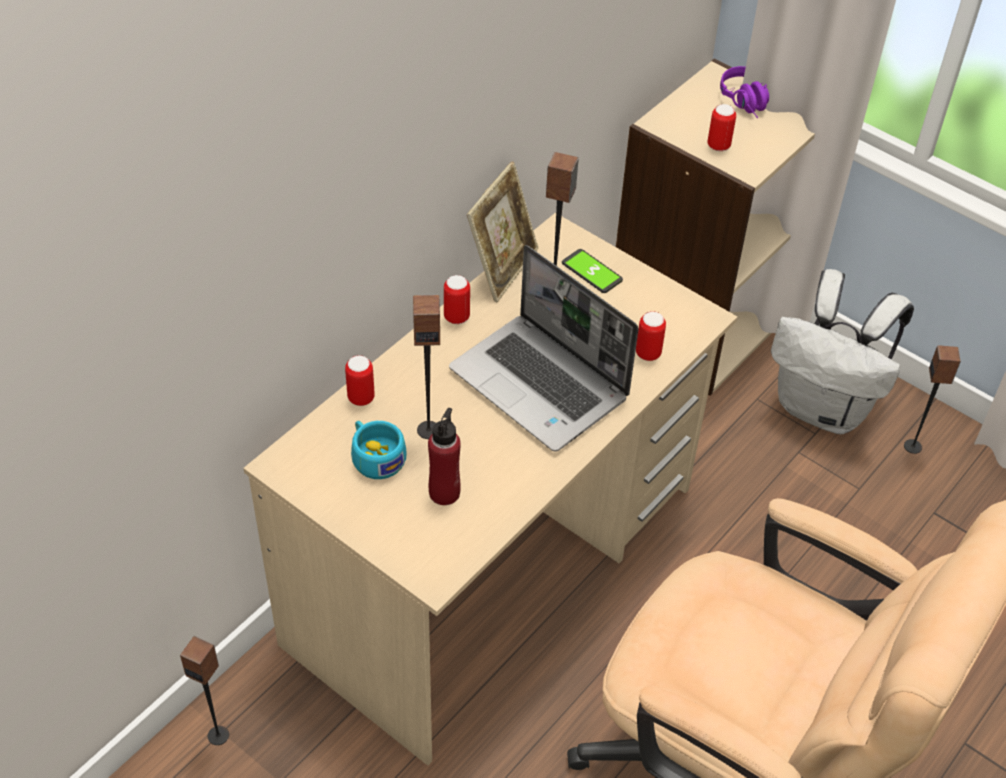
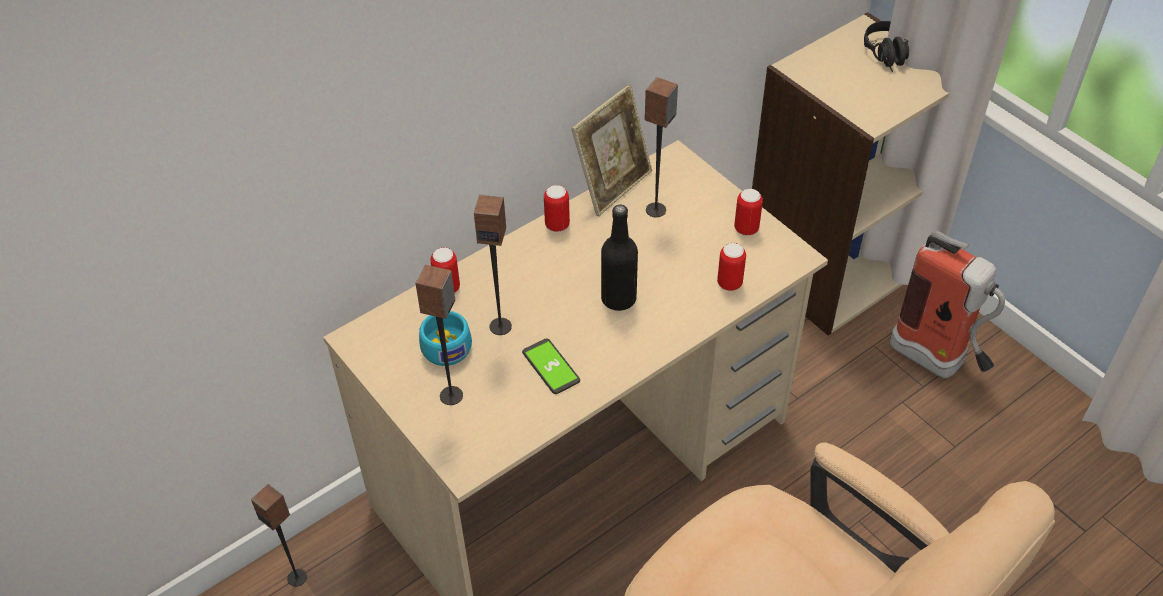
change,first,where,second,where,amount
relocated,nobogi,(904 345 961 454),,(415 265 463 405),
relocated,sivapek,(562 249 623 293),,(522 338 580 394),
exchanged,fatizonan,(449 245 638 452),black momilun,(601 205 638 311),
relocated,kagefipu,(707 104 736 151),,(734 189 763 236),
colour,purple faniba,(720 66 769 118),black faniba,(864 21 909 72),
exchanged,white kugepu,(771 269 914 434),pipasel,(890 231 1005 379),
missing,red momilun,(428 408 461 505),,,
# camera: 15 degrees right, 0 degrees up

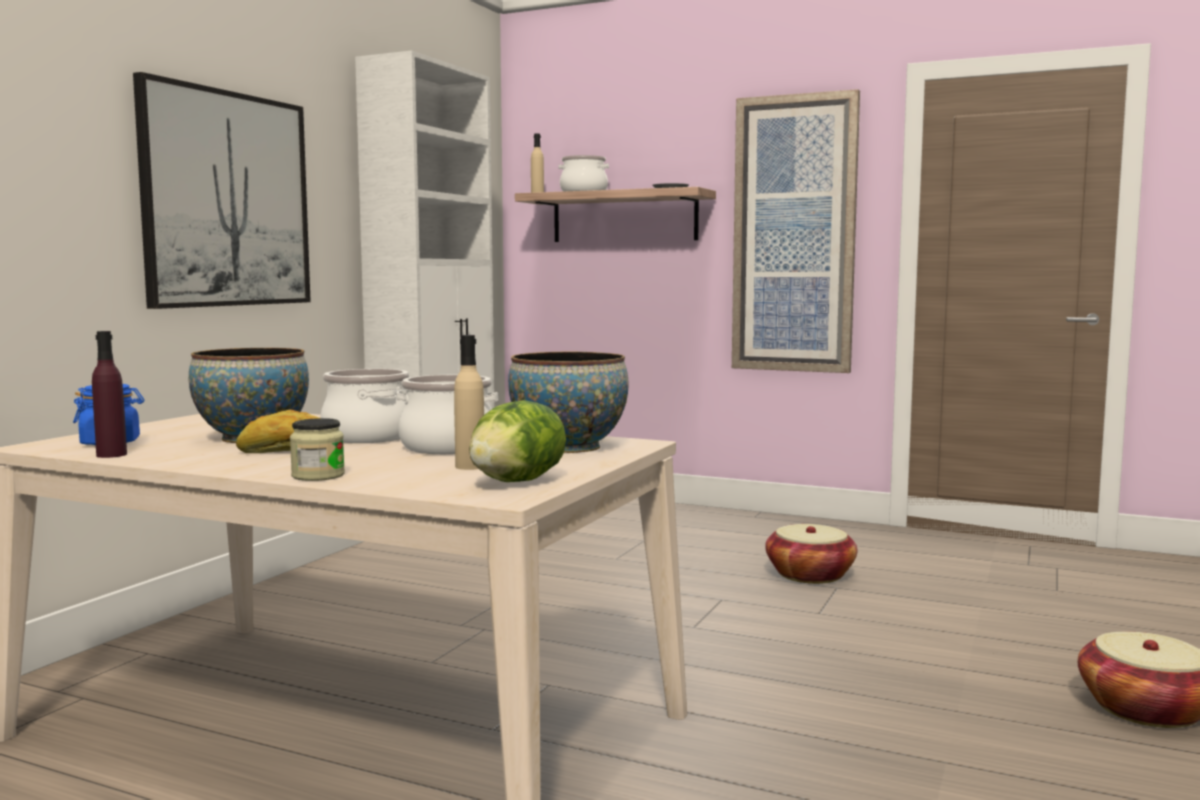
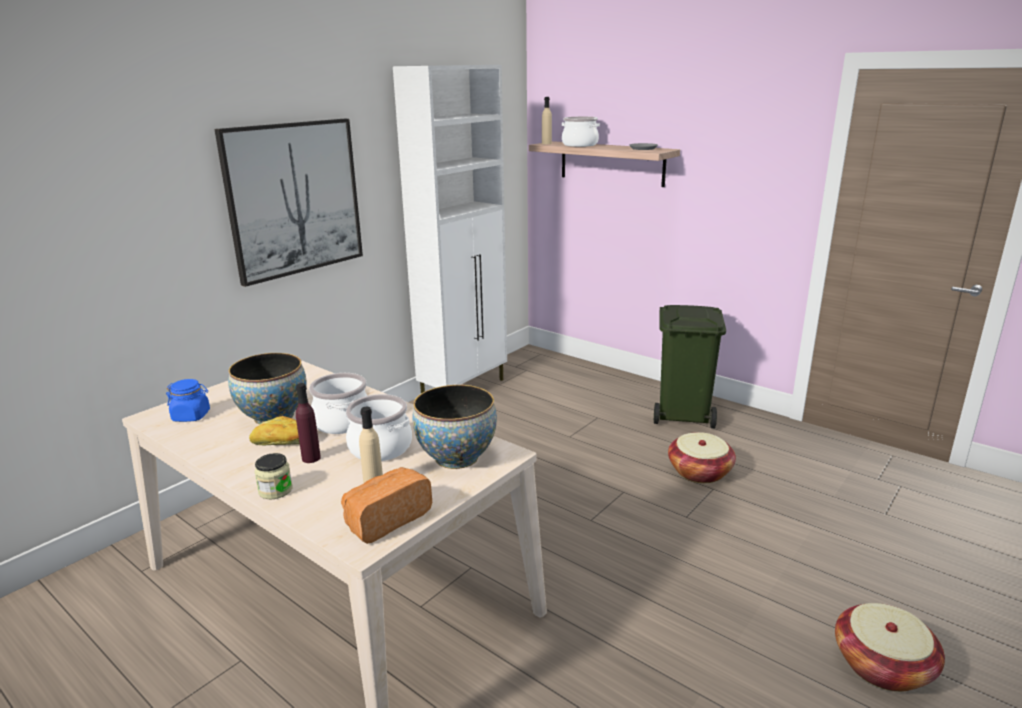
change,first,where,second,where,amount
relocated,purple momilun,(92 331 127 458),,(296 383 321 463),
exchanged,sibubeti,(469 400 566 482),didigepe,(341 467 432 544),
appeared,,,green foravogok,(654 305 726 428),
missing,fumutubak,(732 89 860 373),,,
# camera: 15 degrees right, 15 degrees up

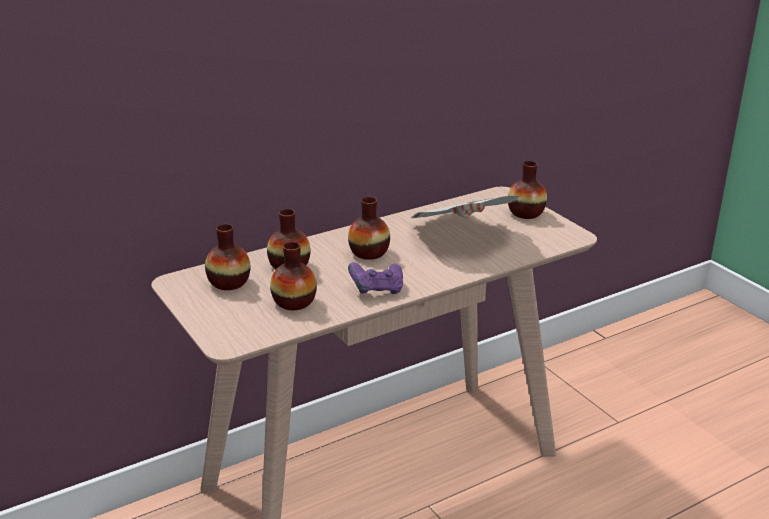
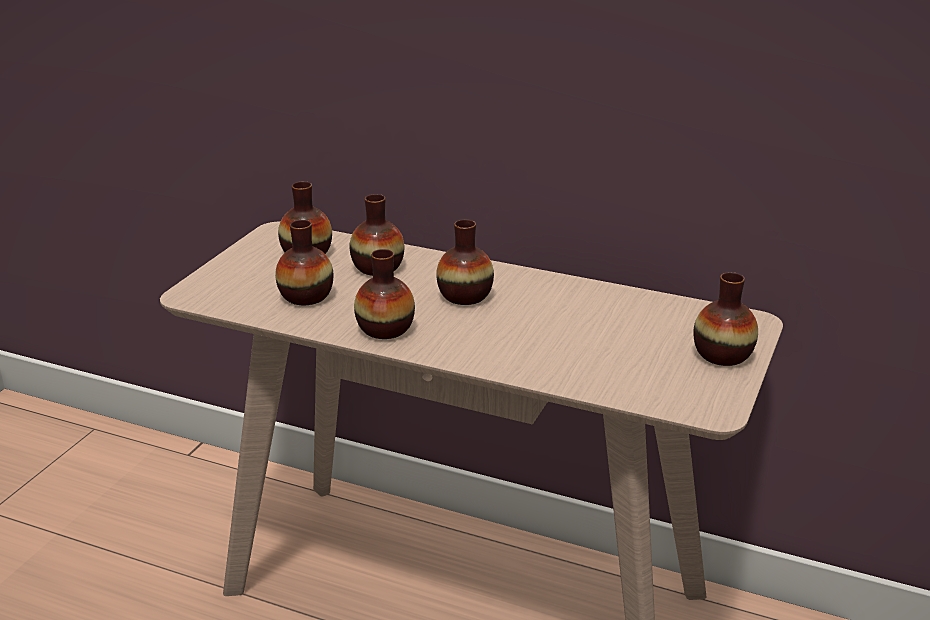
change,first,where,second,where,amount
exchanged,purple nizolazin,(348 262 403 294),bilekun,(354 249 415 339),
missing,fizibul,(411 196 520 218),,,
# camera: 55 degrees right, 0 degrees up

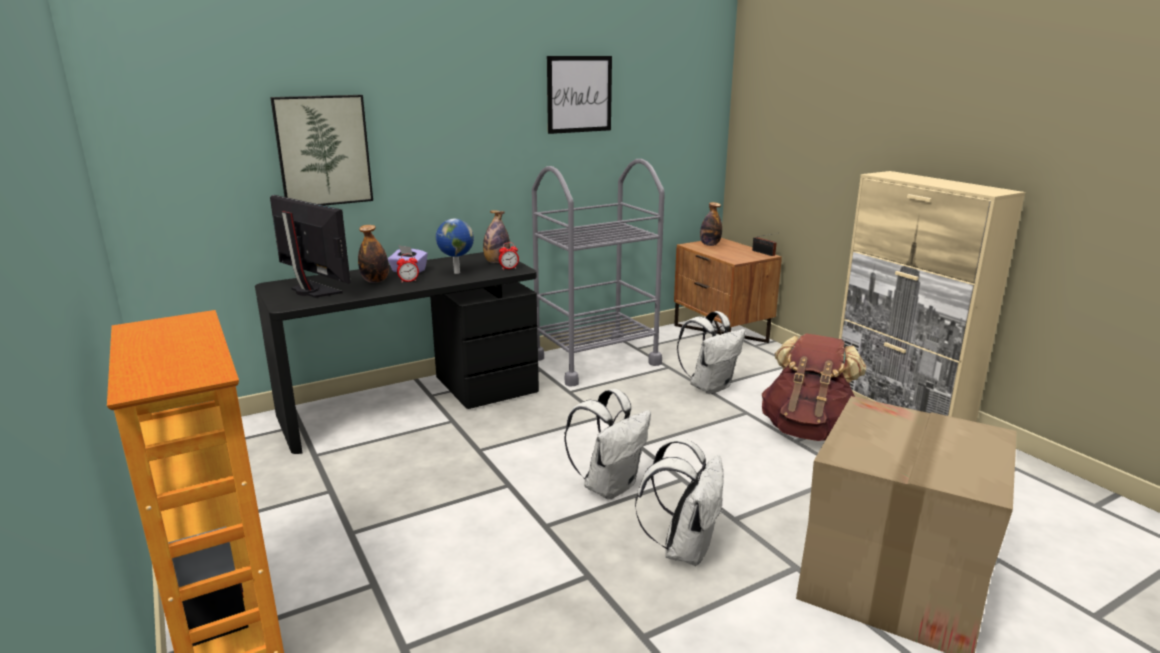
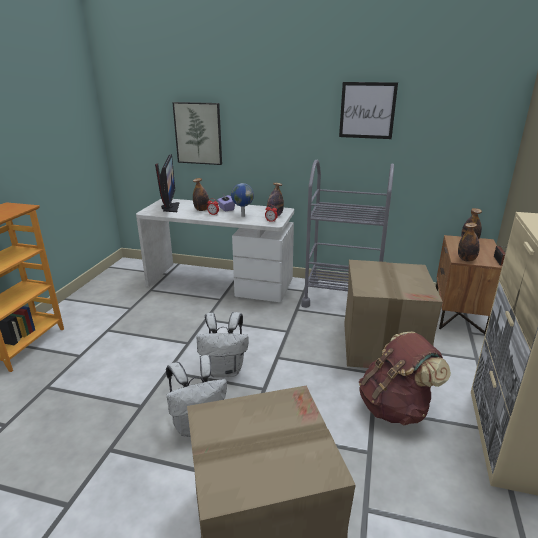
change,first,where,second,where,amount
colour,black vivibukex,(255 252 539 454),white vivibukex,(136 199 294 302),
exchanged,white kugepu,(677 311 746 394),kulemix,(344 260 443 368),
appeared,,,momilun,(458 222 480 262),
# camera: 45 degrees right, 5 degrees up

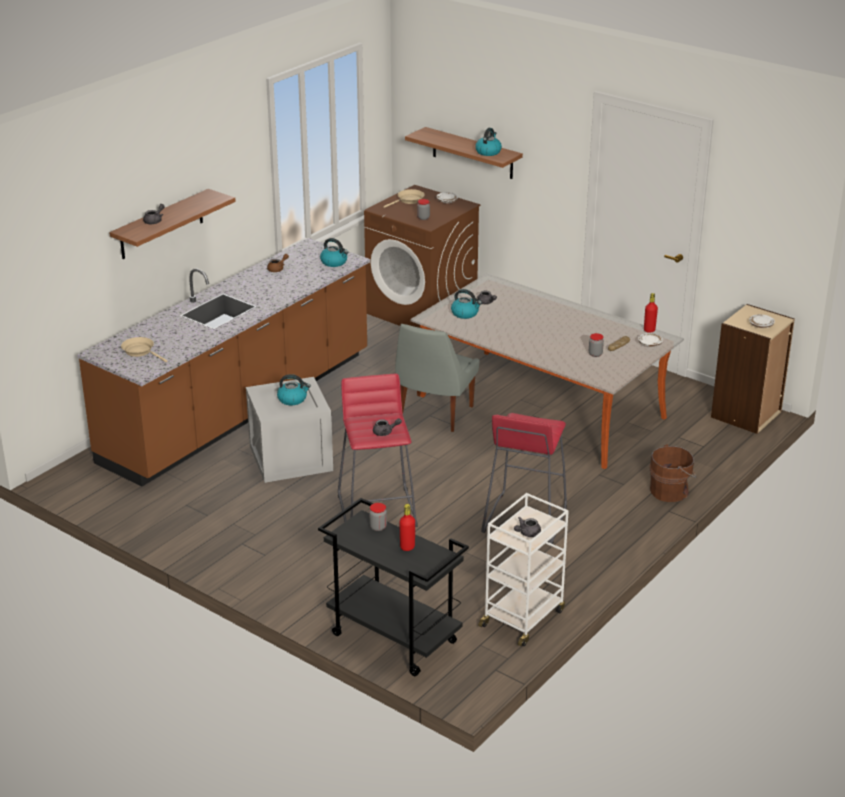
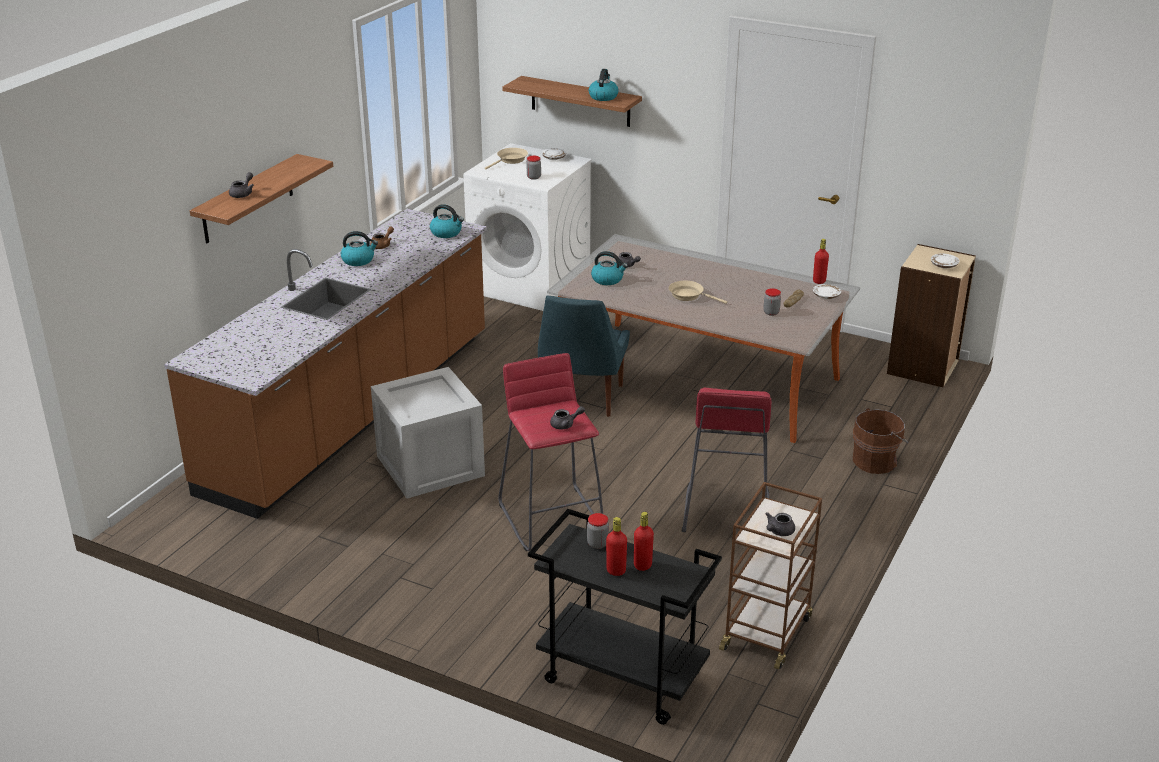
change,first,where,second,where,amount
relocated,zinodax,(277 374 311 405),,(341 231 378 266),
colour,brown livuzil,(364 185 481 328),white livuzil,(463 143 592 311),
colour,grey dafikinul,(395 324 480 432),blue dafikinul,(538 295 630 417),
appeared,,,red momilun,(606 517 627 576),
relocated,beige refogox,(121 337 167 362),,(669 281 727 304),
colour,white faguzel,(478 493 569 646),brown faguzel,(719 482 822 669),
# camera: 10 degrees left, 0 degrees up

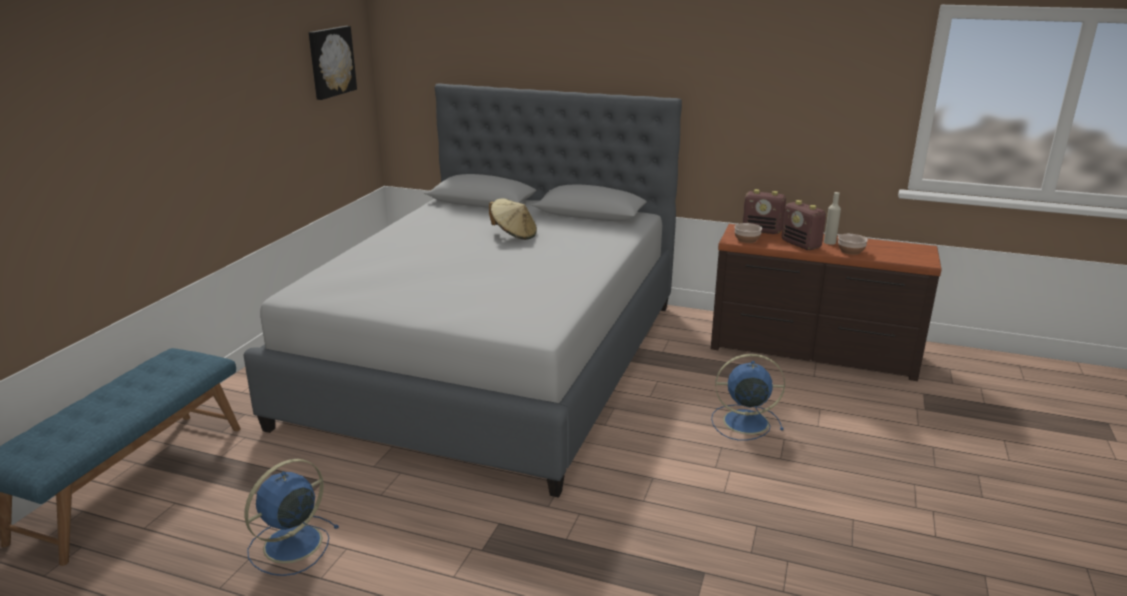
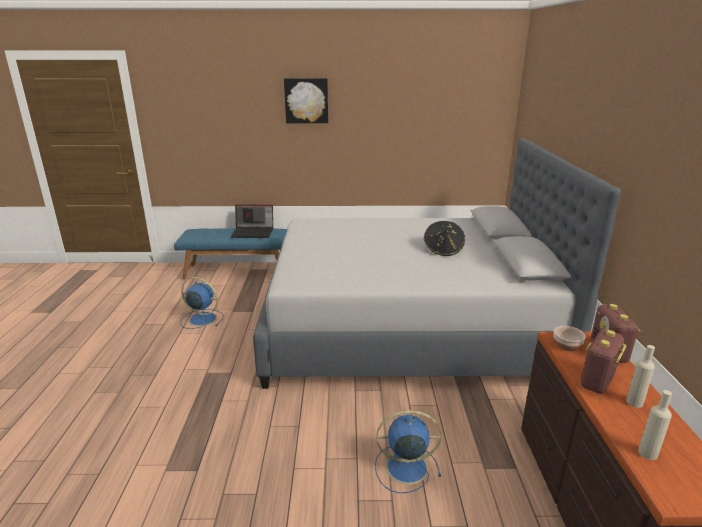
change,first,where,second,where,amount
appeared,,,fatizonan,(231 205 273 238),
relocated,fumutubak,(309 26 357 100),,(284 78 328 123),
spun,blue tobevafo,(711 354 785 441),,(375 410 441 493),75 degrees counterclockwise
colour,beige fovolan,(489 198 537 240),black fovolan,(424 221 465 256),
appeared,,,beige momilun,(638 390 672 460),
missing,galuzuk,(838 234 868 255),,,
# camera: 70 degrees right, 0 degrees up

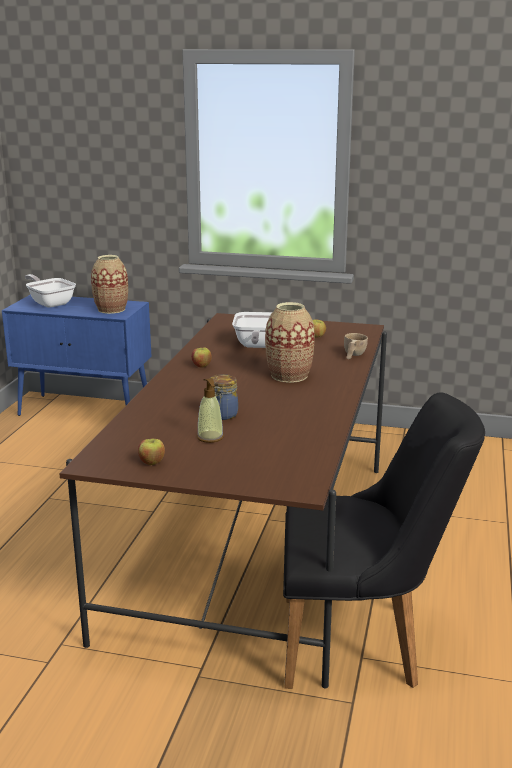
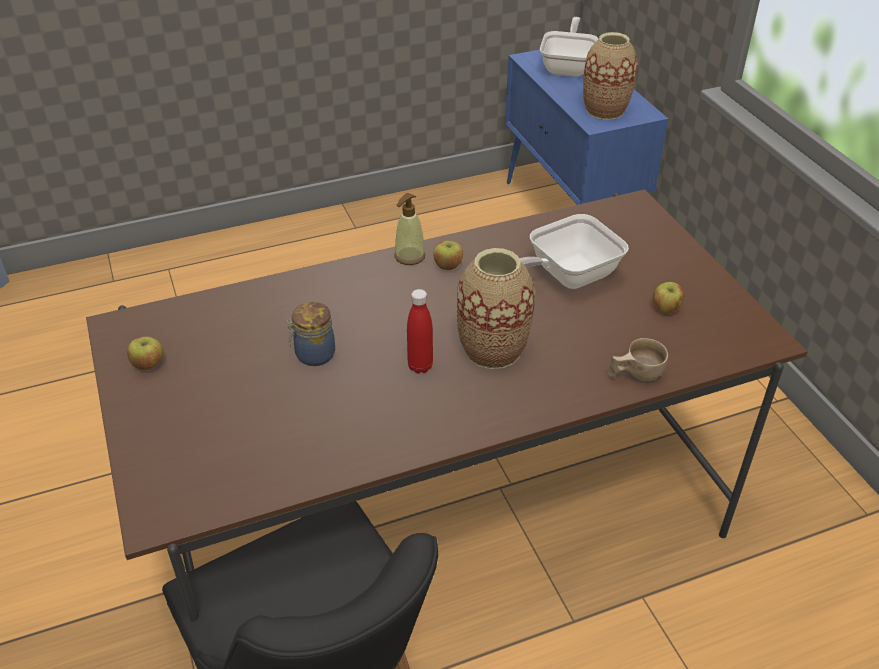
change,first,where,second,where,amount
relocated,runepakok,(197 378 224 443),,(394 193 425 265),
appeared,,,red momilun,(407 289 433 373),
# camera: 55 degrees right, 20 degrees up

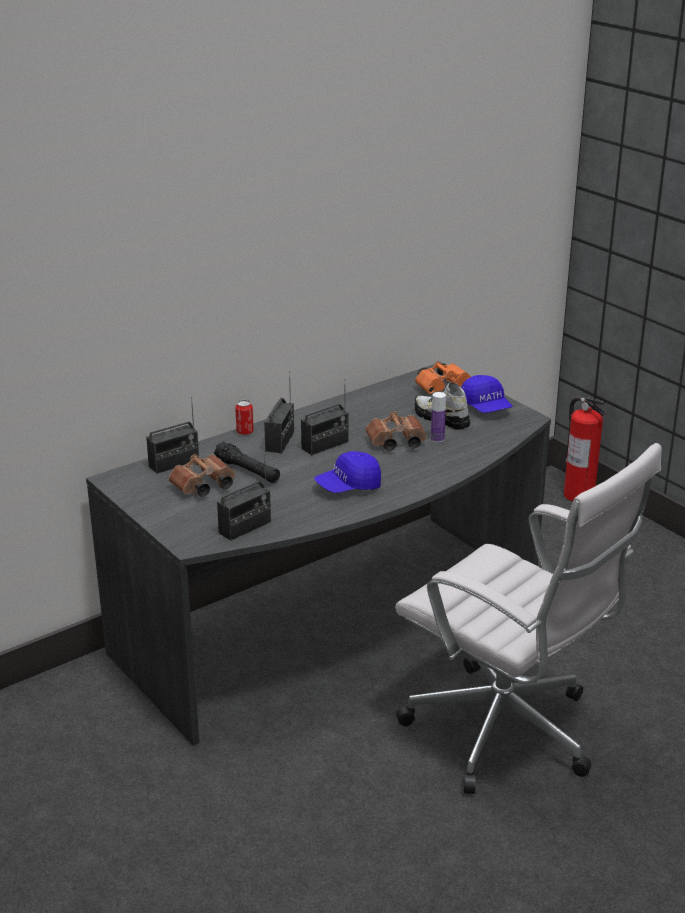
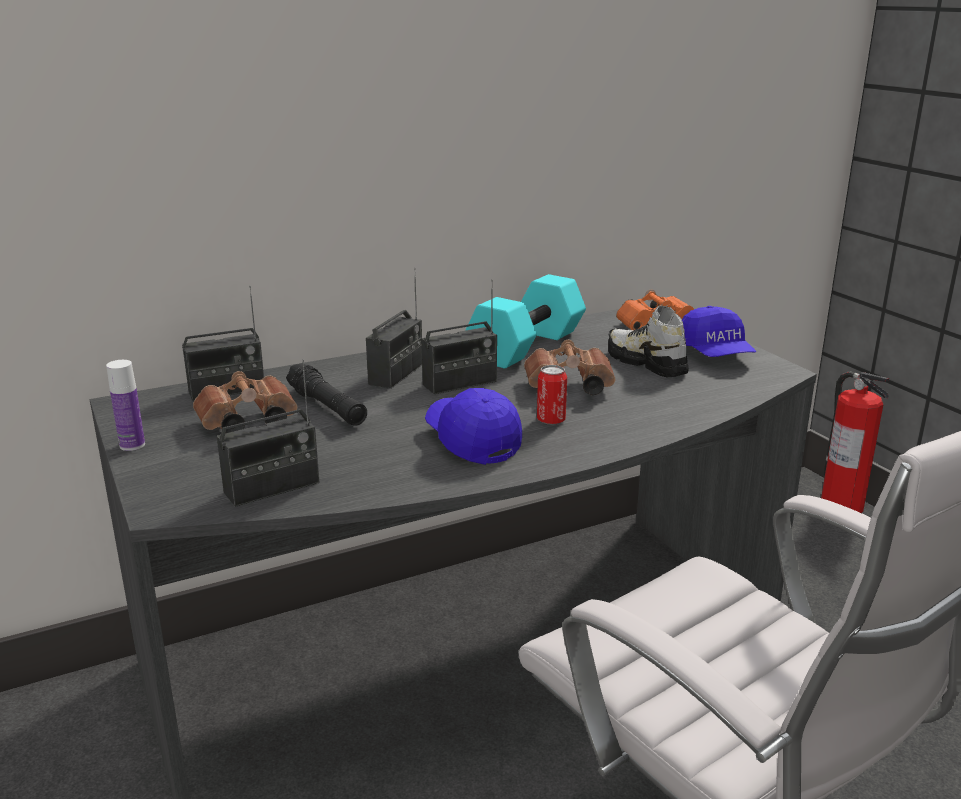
change,first,where,second,where,amount
relocated,momilun,(431 392 446 443),,(106 360 145 451),
spun,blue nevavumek,(314 451 381 493),,(425 388 522 465),75 degrees clockwise
appeared,,,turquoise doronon,(466 274 586 369),
relocated,kagefipu,(235 400 254 435),,(537 365 567 425),
# camera: 10 degrees right, 5 degrees down

